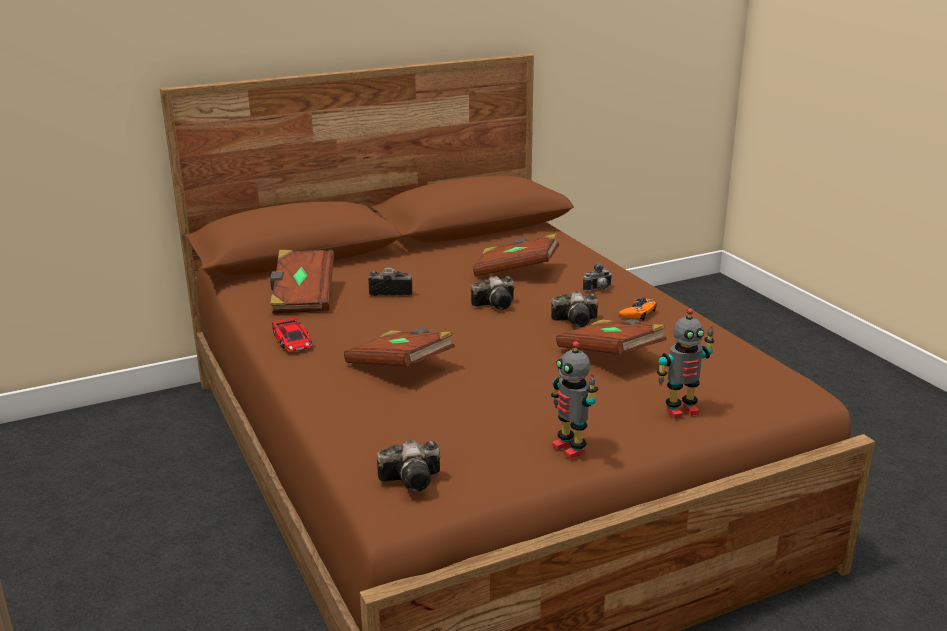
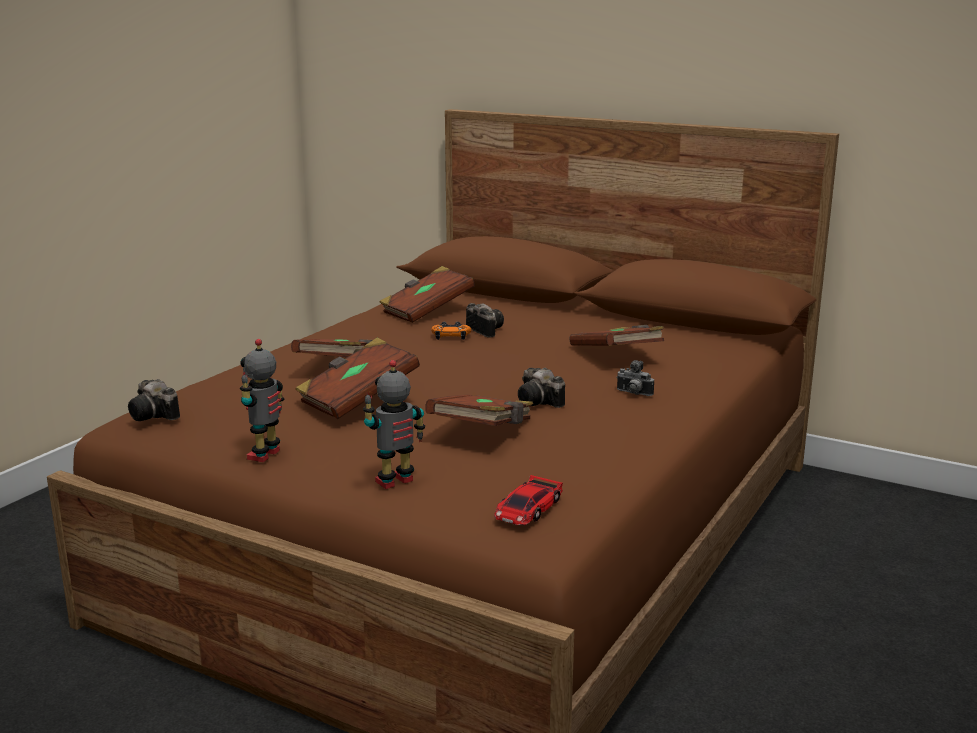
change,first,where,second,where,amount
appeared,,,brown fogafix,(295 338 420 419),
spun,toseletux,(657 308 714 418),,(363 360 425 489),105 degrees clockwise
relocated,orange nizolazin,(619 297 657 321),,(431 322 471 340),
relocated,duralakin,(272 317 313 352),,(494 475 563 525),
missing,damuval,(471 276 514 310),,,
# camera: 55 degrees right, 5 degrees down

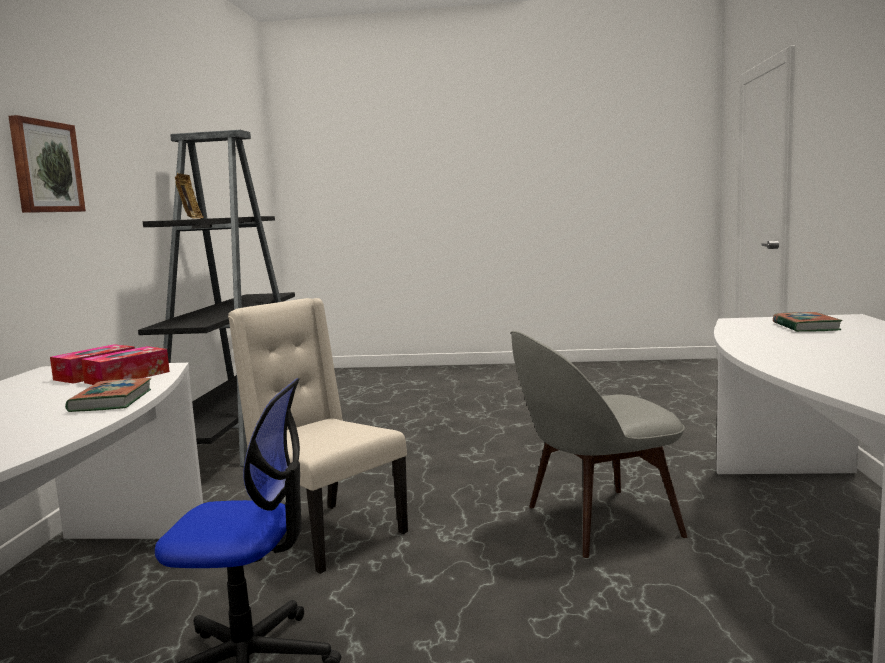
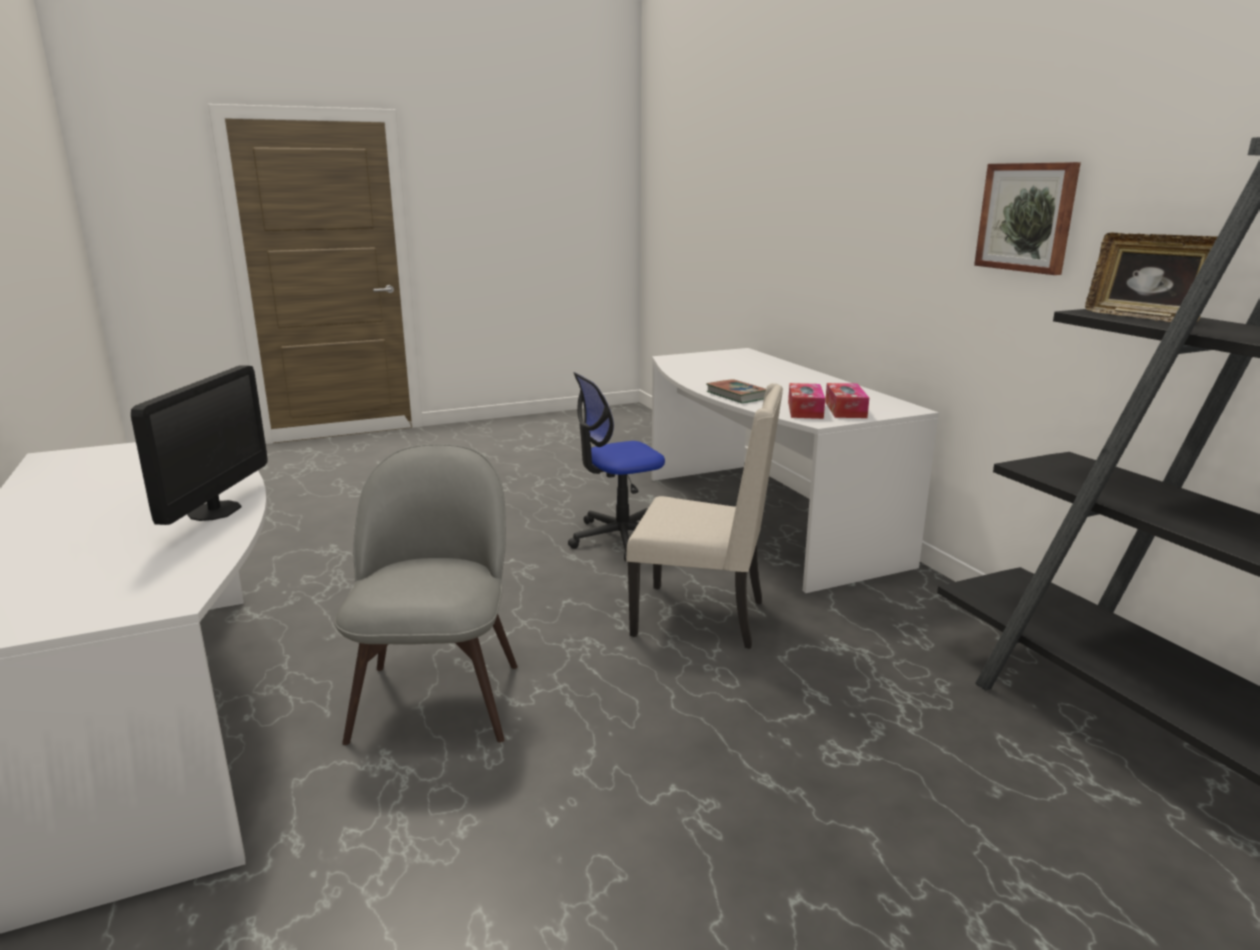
change,first,where,second,where,amount
appeared,,,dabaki,(131 365 267 525),
spun,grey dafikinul,(510 331 687 558),,(334 444 518 745),45 degrees counterclockwise
missing,fogafix,(773 312 843 332),,,
# camera: 150 degrees right, 10 degrees up

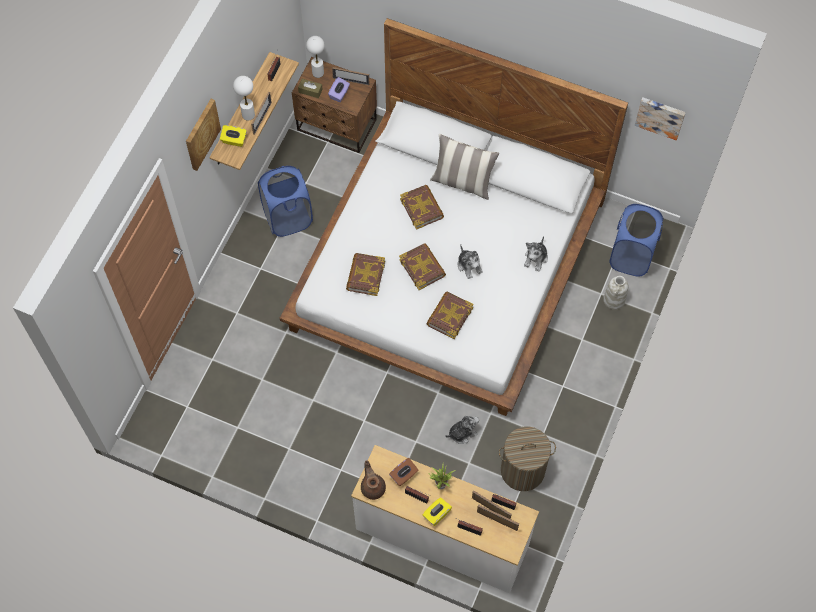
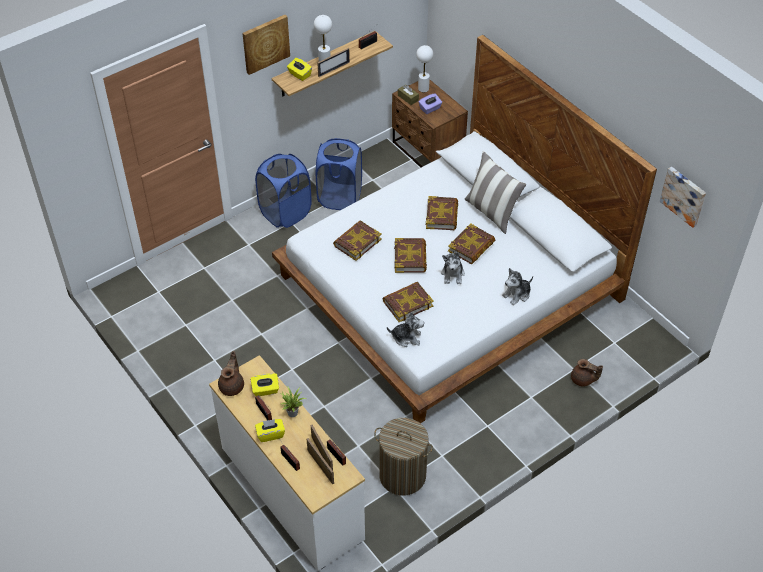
change,first,where,second,where,amount
colour,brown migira,(389 458 419 486),yellow migira,(250 373 279 396),
relocated,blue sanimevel,(609 204 664 277),,(255 154 312 228),
relocated,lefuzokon,(445 416 479 444),,(387 312 424 347),
appeared,,,fogafix,(448 224 495 264),
exchanged,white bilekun,(603 276 628 310),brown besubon,(571 359 603 386),
missing,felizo,(332 67 370 85),,,
# camera: 30 degrees right, 15 degrees down

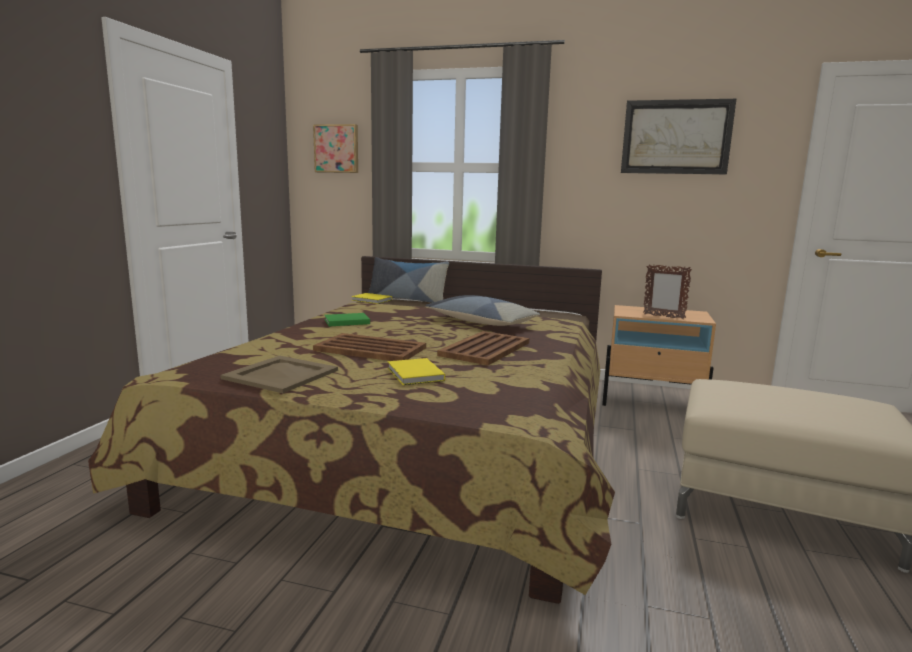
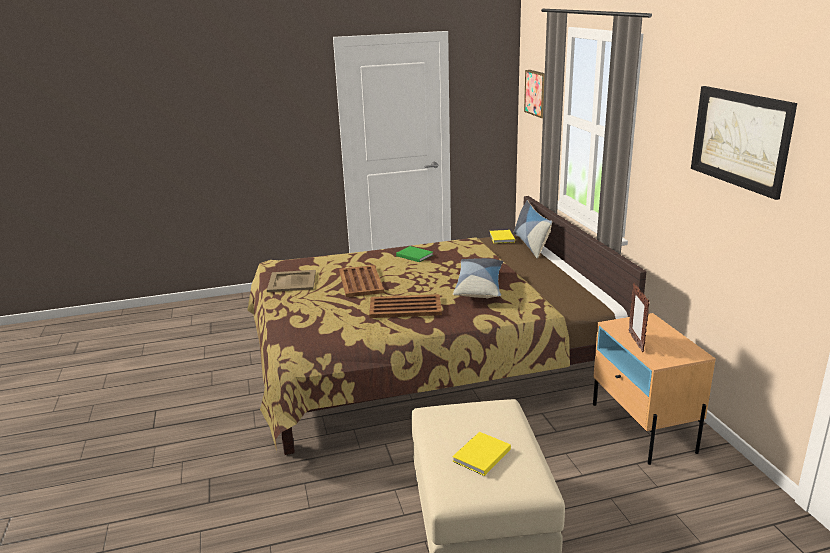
change,first,where,second,where,amount
relocated,yellow fogafix,(388 358 445 385),,(452 432 511 476),
# camera: 60 degrees right, 10 degrees up

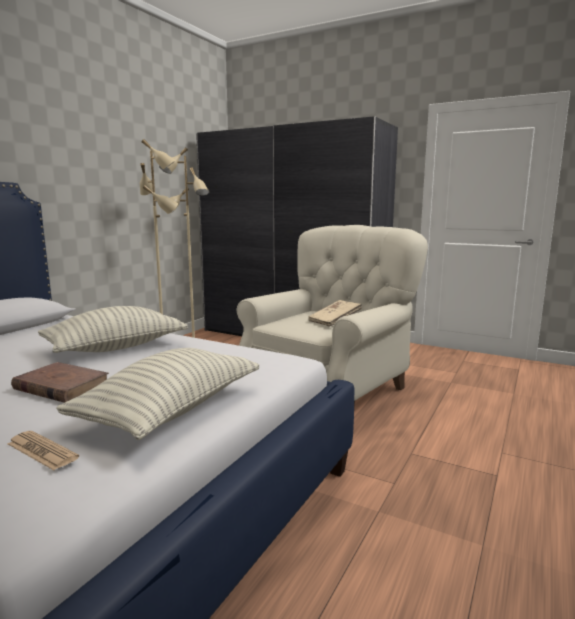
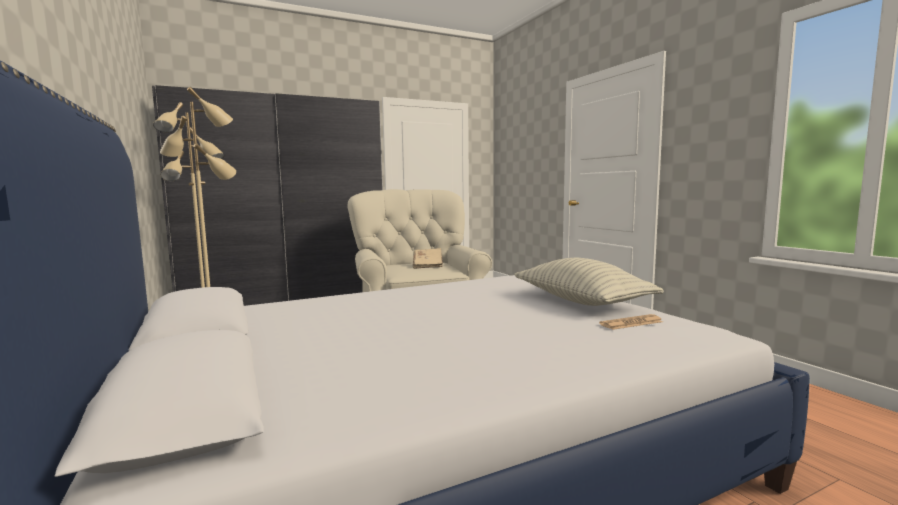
change,first,where,second,where,amount
missing,brown fogafix,(11 362 109 403),,,
missing,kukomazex,(38 306 188 353),,,
# camera: 55 degrees left, 5 degrees down

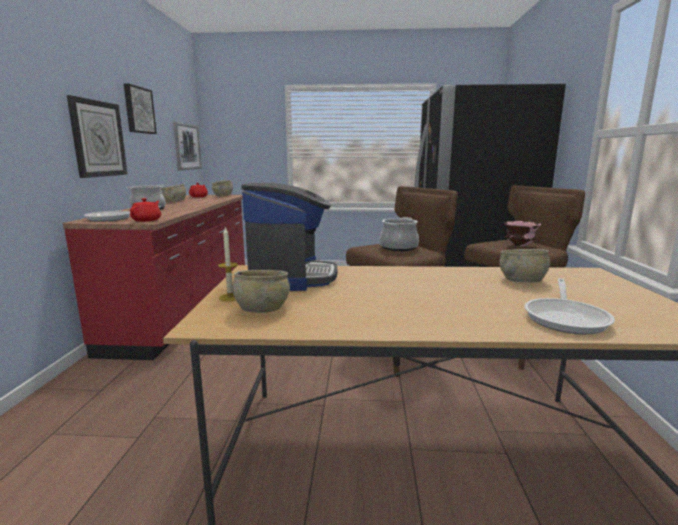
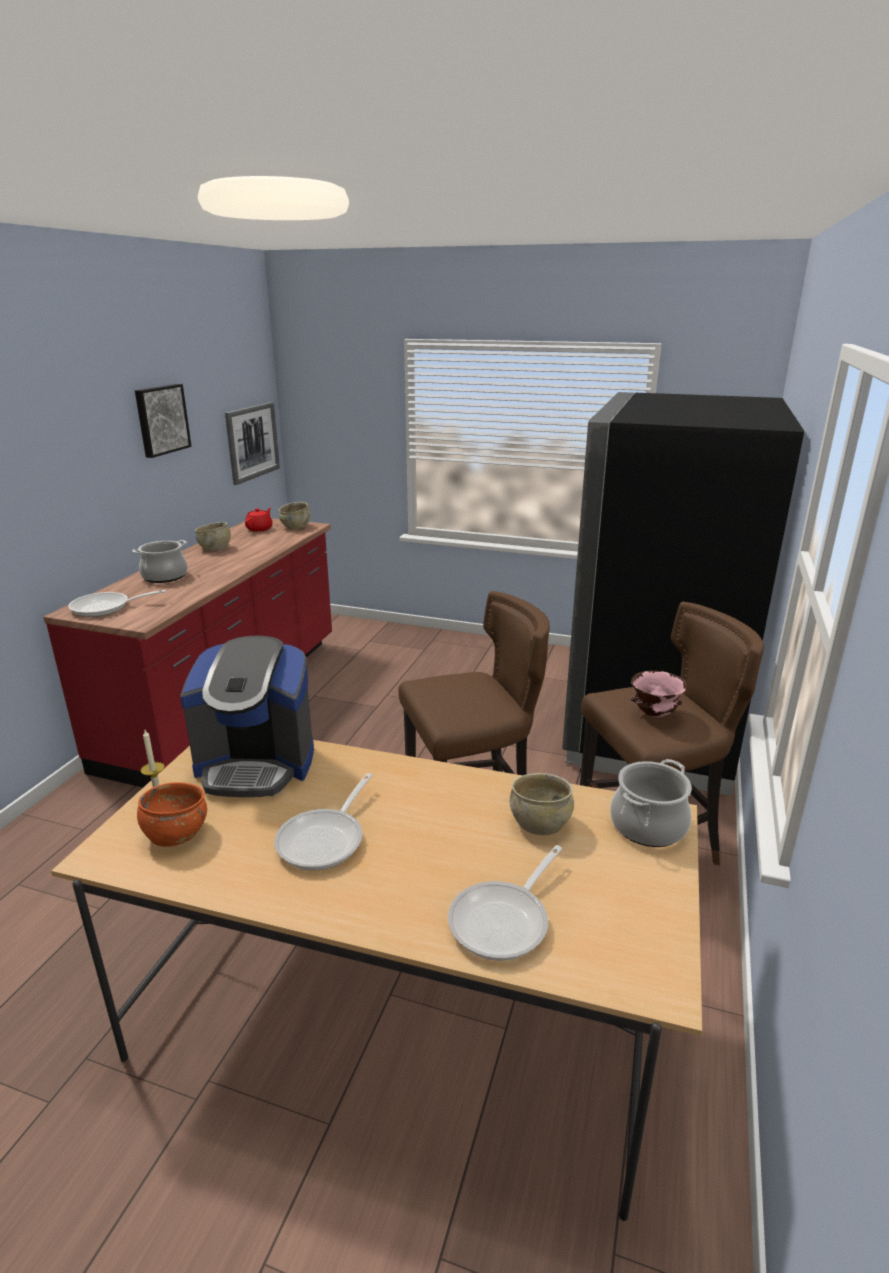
change,first,where,second,where,amount
colour,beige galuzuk,(232 270 290 313),orange galuzuk,(137 782 207 847),
spun,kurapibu,(241 183 338 291),,(180 636 314 797),75 degrees clockwise
appeared,,,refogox,(274 773 373 871),
relocated,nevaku,(379 217 419 251),,(610 759 692 847),
missing,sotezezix,(67 95 128 178),,,
missing,red besubon,(130 198 161 222),,,
# camera: 15 degrees right, 10 degrees up

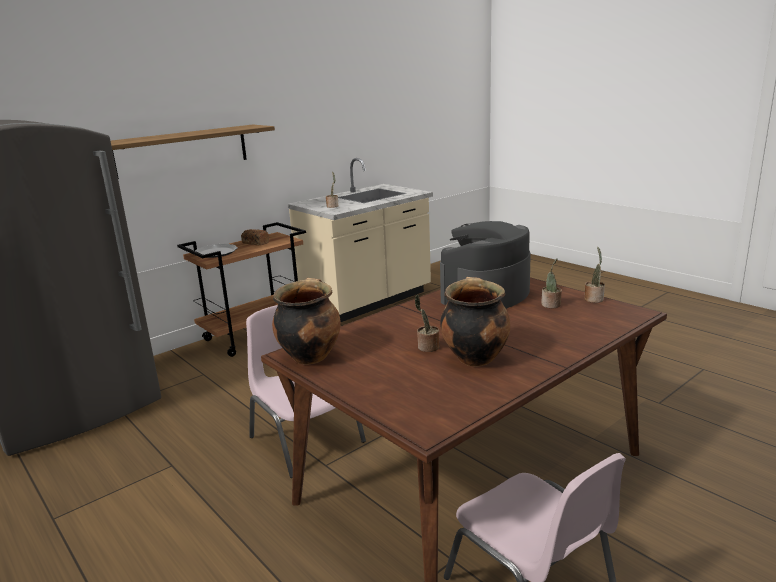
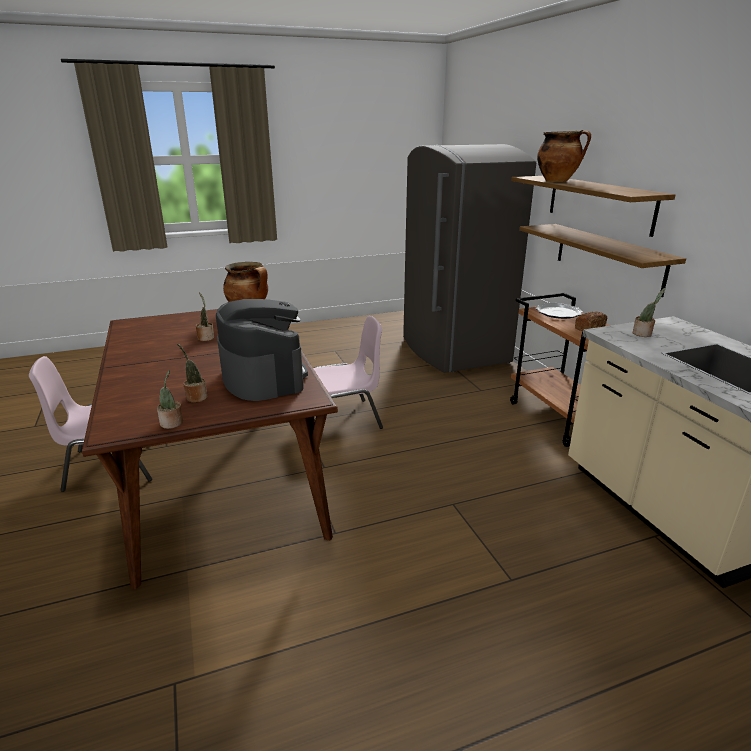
change,first,where,second,where,amount
appeared,,,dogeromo,(519 224 686 297),
relocated,nevaku,(440 277 510 367),,(537 130 591 182),
# camera: 110 degrees right, 5 degrees up

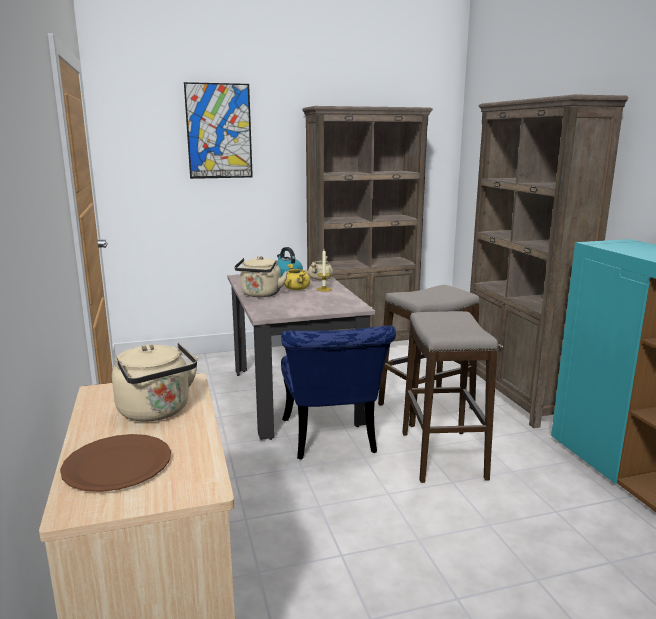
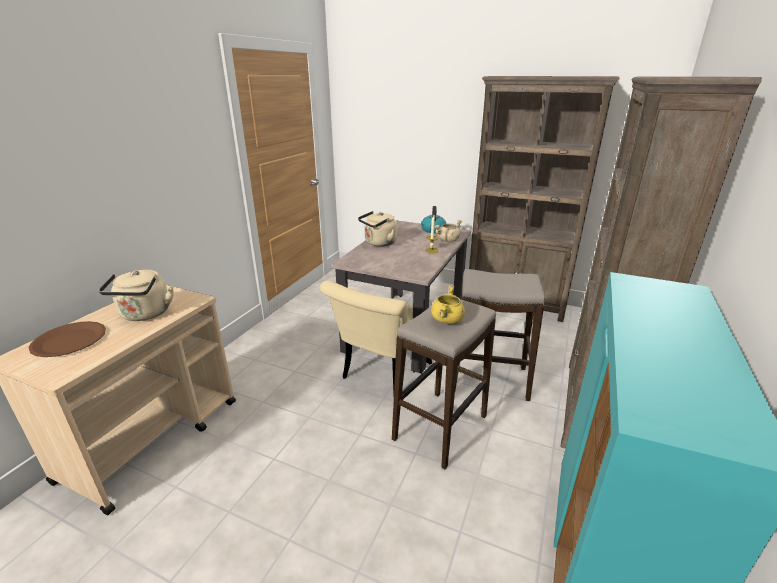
change,first,where,second,where,amount
colour,blue dafikinul,(281 325 396 460),beige dafikinul,(320 280 432 395),
relocated,yellow nevaku,(284 264 310 290),,(431 285 465 324),
missing,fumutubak,(184 82 253 179),,,
# camera: 40 degrees right, 10 degrees up

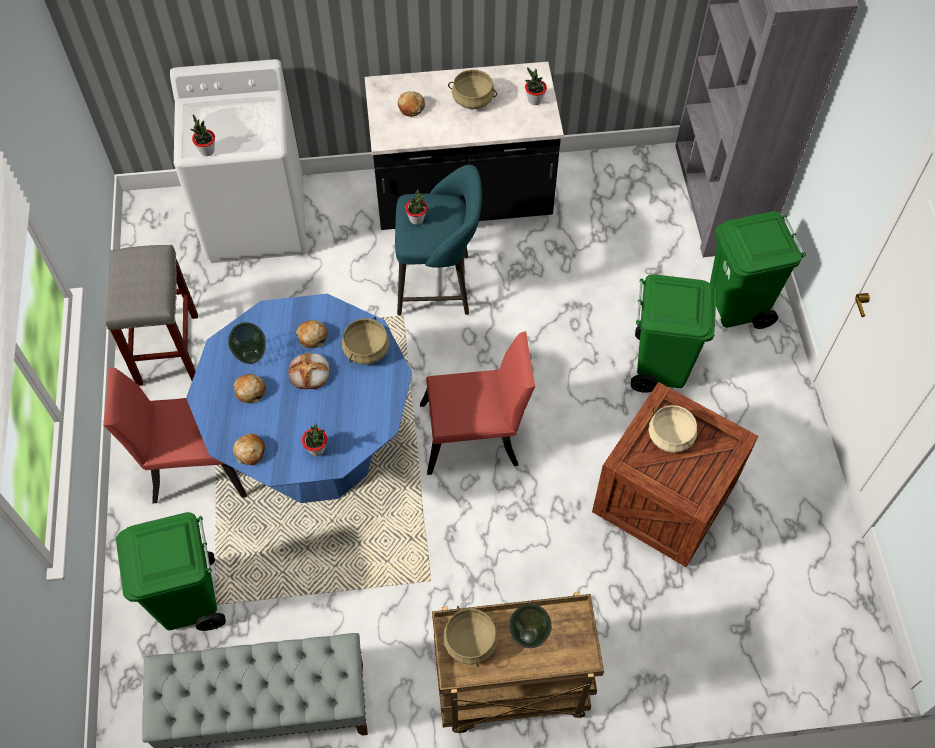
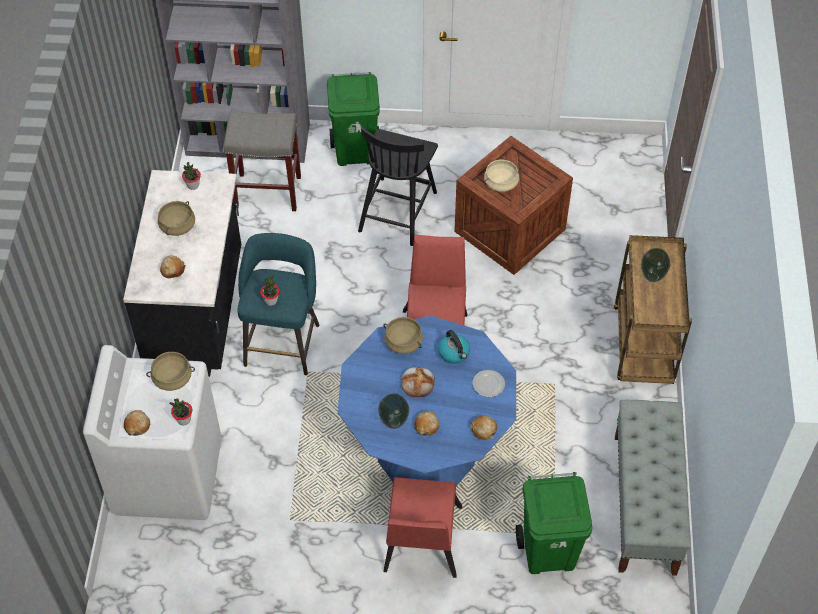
change,first,where,second,where,amount
relocated,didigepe,(296 320 328 348),,(124 410 150 436),
relocated,beige nevaku,(443 606 498 667),,(146 352 195 391),
relocated,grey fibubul,(105 245 198 386),,(224 110 301 211),
exchanged,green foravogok,(631 274 717 393),black dafikinul,(358 127 438 246),
appeared,,,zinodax,(438 330 470 364),
exchanged,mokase,(302 423 327 456),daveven,(473 370 505 397),
# camera: 80 degrees left, 5 degrees down

